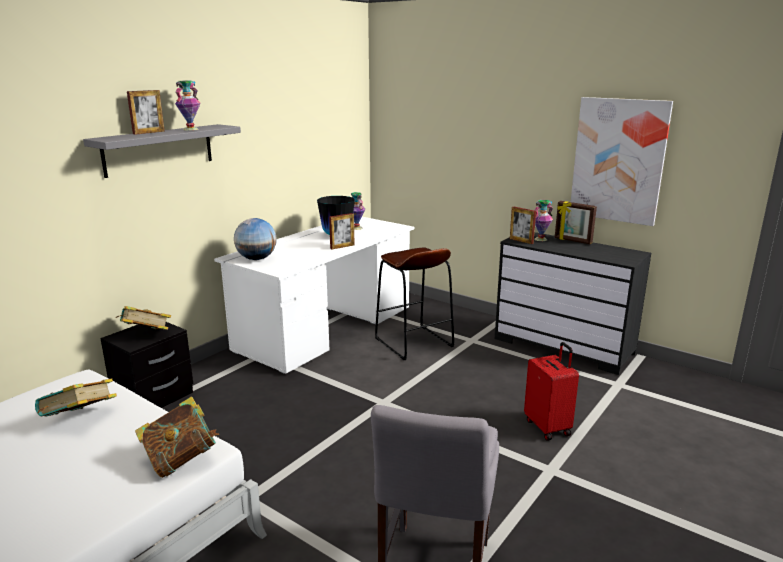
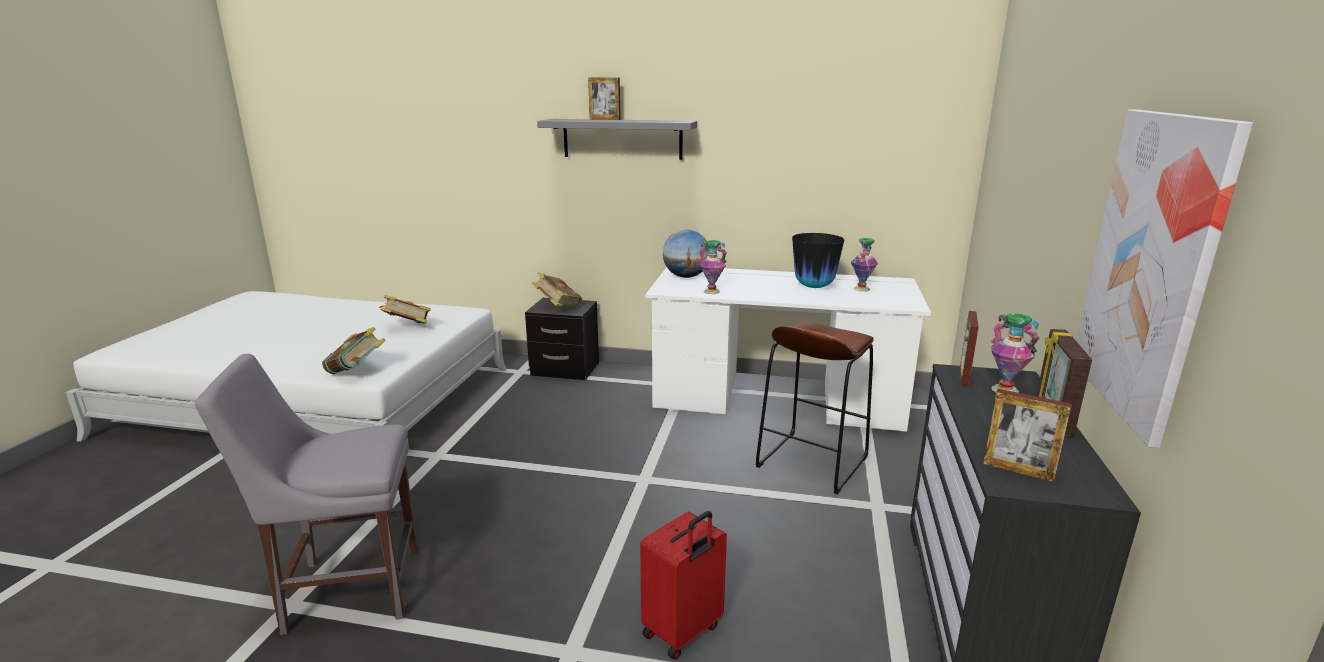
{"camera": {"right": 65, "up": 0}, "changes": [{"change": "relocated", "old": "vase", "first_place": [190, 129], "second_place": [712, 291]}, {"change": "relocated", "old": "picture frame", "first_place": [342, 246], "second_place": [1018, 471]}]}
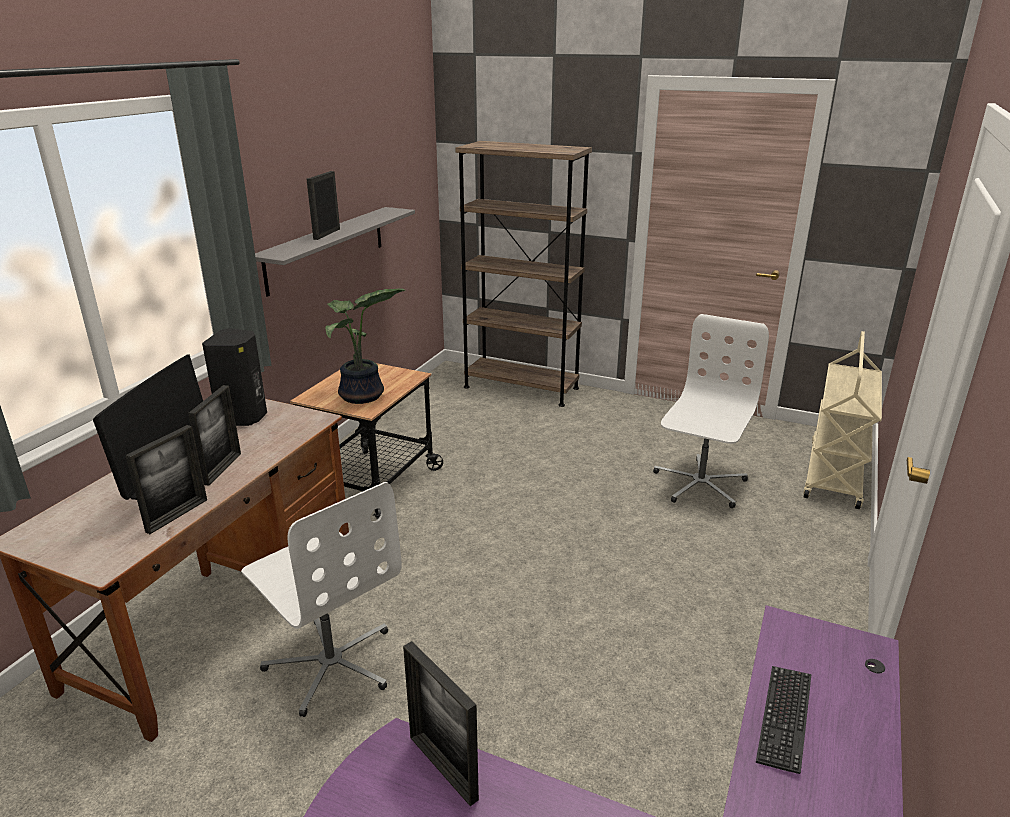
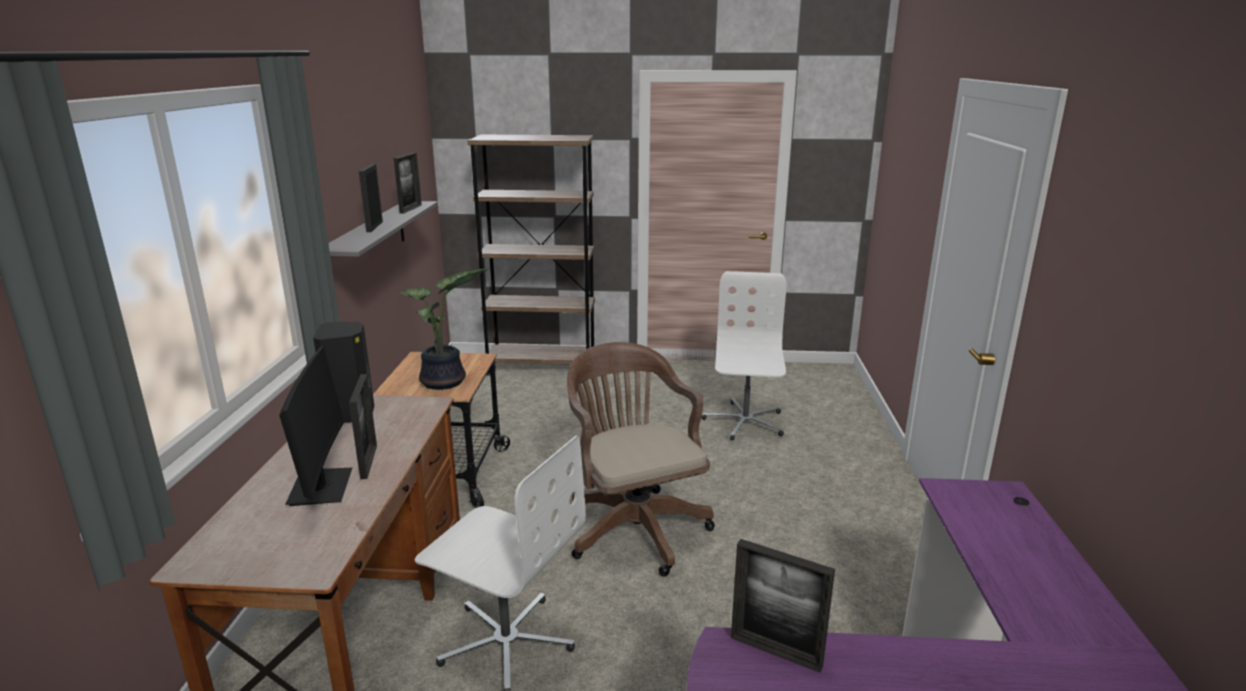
{"camera": {"right": -20, "up": -5}, "changes": [{"change": "missing", "old": "beige cart", "first_place": [834, 475]}, {"change": "relocated", "old": "picture frame", "first_place": [177, 515], "second_place": [410, 209]}, {"change": "missing", "old": "keyboard", "first_place": [784, 718]}, {"change": "appeared", "new": "brown office chair", "second_place": [633, 526]}]}
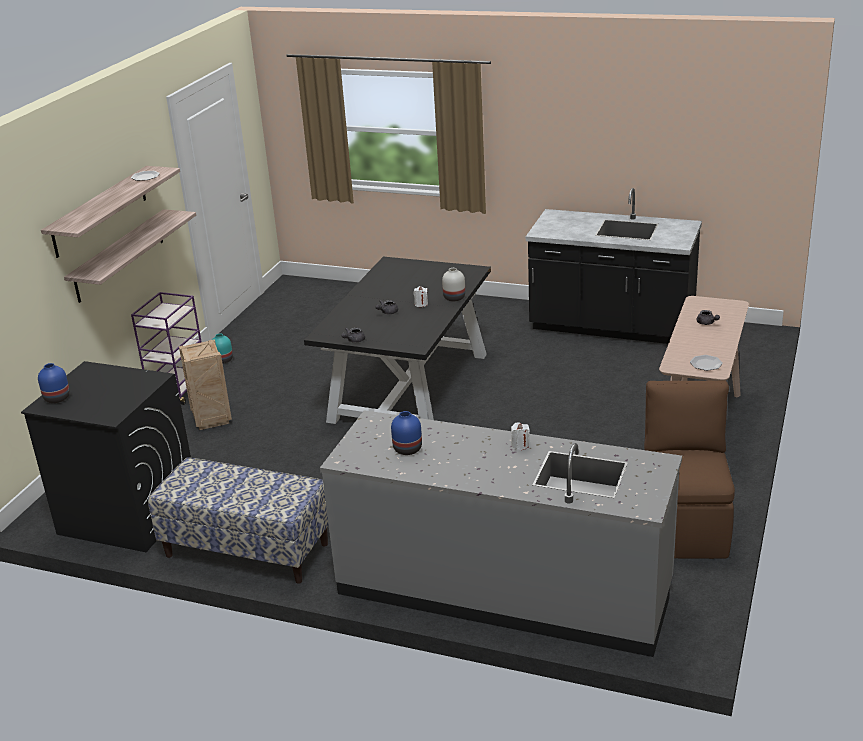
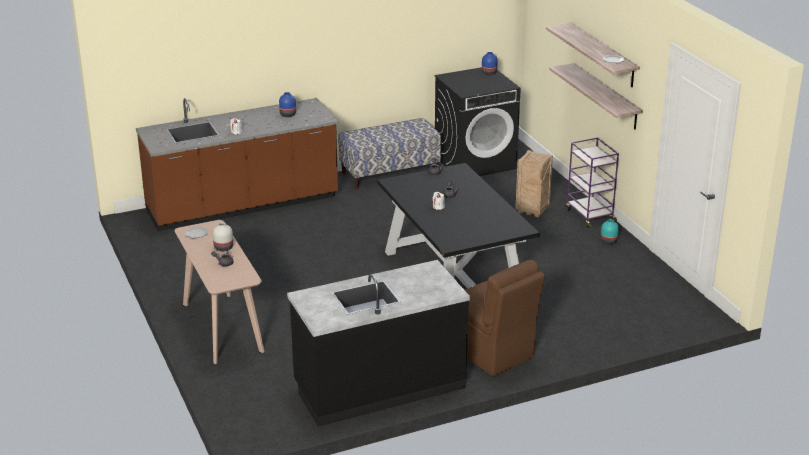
{"camera": {"right": 135, "up": 0}, "changes": [{"change": "relocated", "old": "white vase", "first_place": [454, 297], "second_place": [223, 248]}, {"change": "relocated", "old": "brown chair", "first_place": [684, 526], "second_place": [491, 352]}, {"change": "colour", "old": "grey counter", "new": "brown counter", "first_place": [503, 590], "second_place": [243, 205]}]}
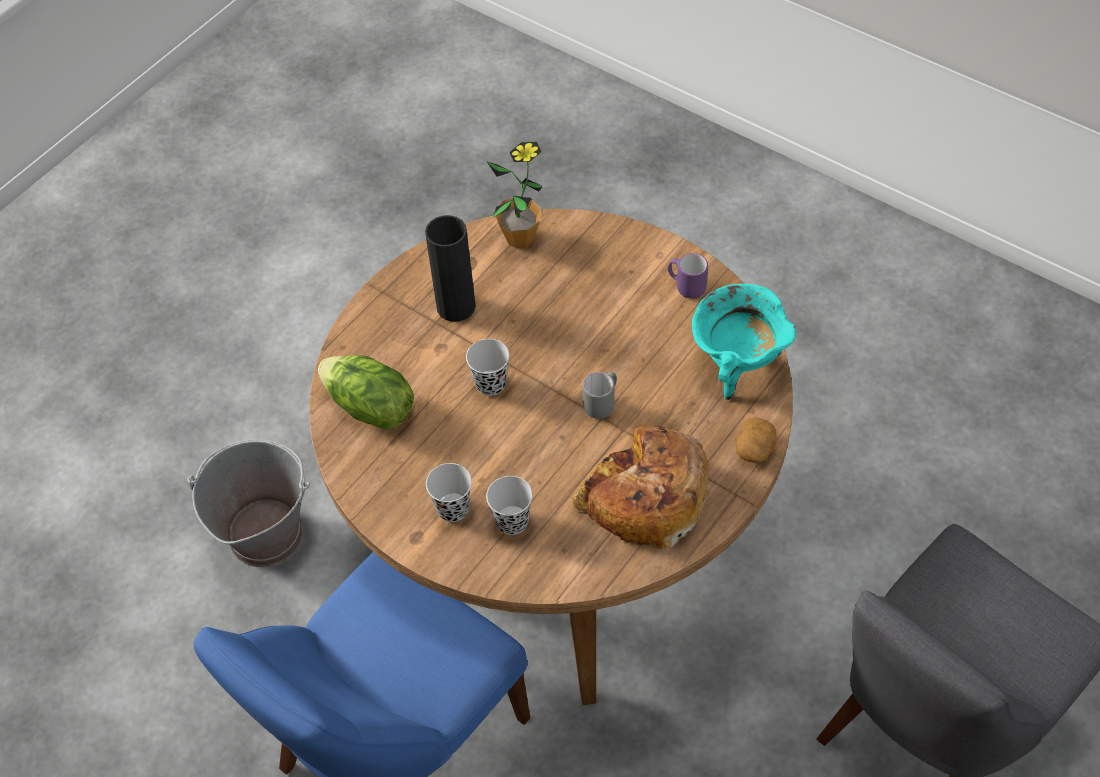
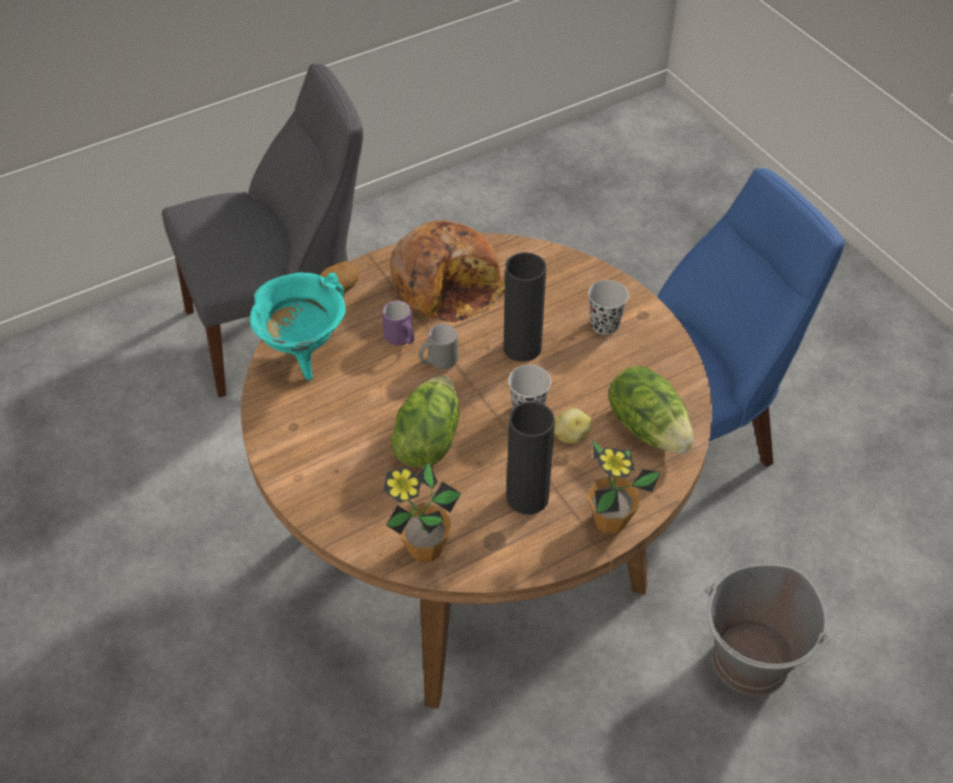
{"camera": {"right": -160, "up": -5}, "changes": [{"change": "relocated", "old": "purple mug", "first_place": [686, 286], "second_place": [401, 339]}, {"change": "missing", "old": "black cup", "first_place": [512, 521]}, {"change": "appeared", "new": "black vase", "second_place": [522, 347]}, {"change": "appeared", "new": "lettuce", "second_place": [427, 440]}, {"change": "appeared", "new": "potato", "second_place": [570, 435]}, {"change": "appeared", "new": "potted plant", "second_place": [610, 521]}]}
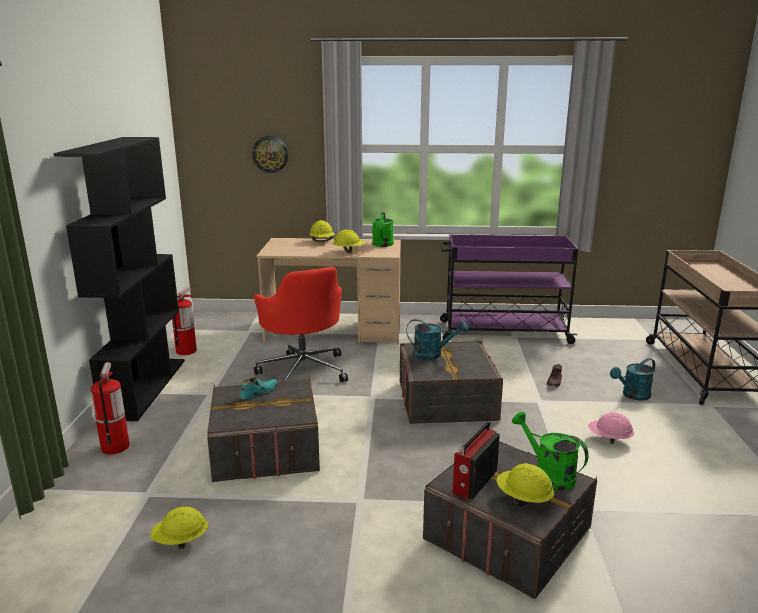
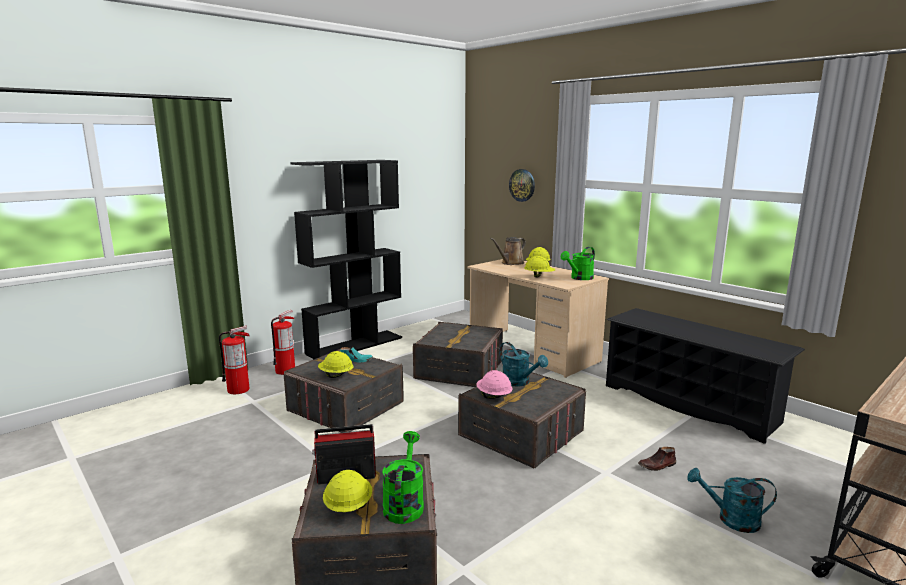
{"camera": {"right": 45, "up": -5}, "changes": [{"change": "exchanged", "old": "purple cart", "new": "black shoe rack", "first_place": [502, 332], "second_place": [689, 403]}, {"change": "exchanged", "old": "red office chair", "new": "grey storage box", "first_place": [303, 370], "second_place": [459, 370]}, {"change": "relocated", "old": "fire extinguisher", "first_place": [186, 351], "second_place": [238, 390]}, {"change": "relocated", "old": "pink hard hat", "first_place": [609, 439], "second_place": [493, 396]}, {"change": "relocated", "old": "yellow hard hat", "first_place": [180, 541], "second_place": [336, 375]}, {"change": "appeared", "new": "brown watering can", "second_place": [511, 263]}]}
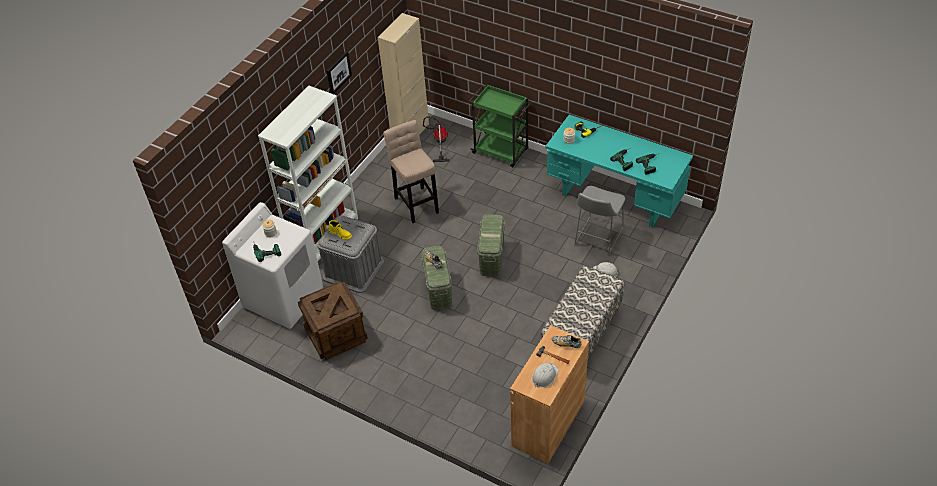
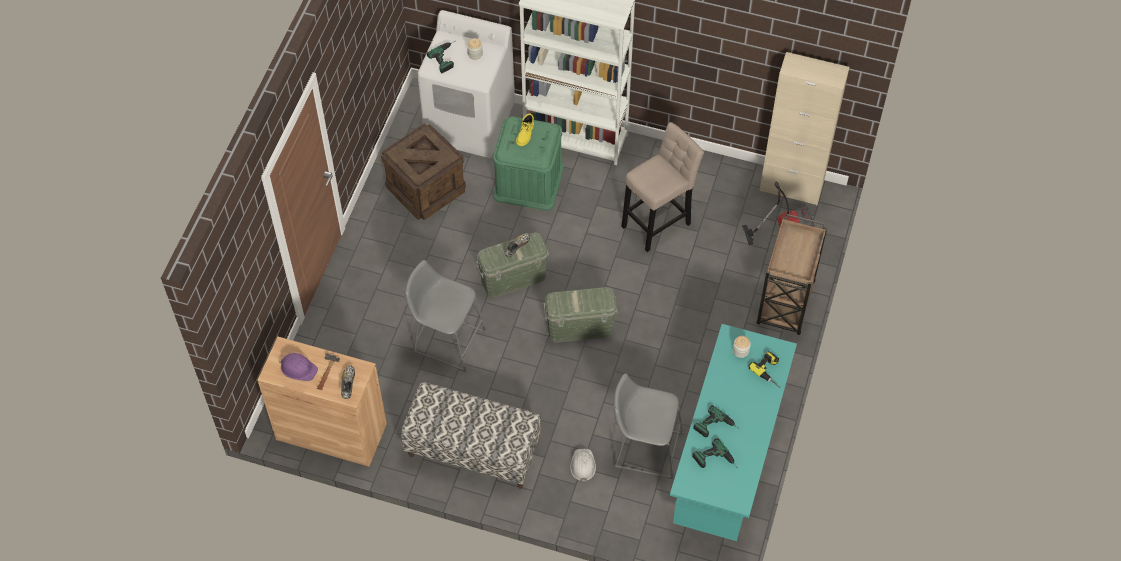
{"camera": {"right": 75, "up": 10}, "changes": [{"change": "missing", "old": "picture", "first_place": [338, 72]}, {"change": "colour", "old": "green cart", "new": "brown cart", "first_place": [501, 151], "second_place": [785, 304]}, {"change": "colour", "old": "grey storage box", "new": "green storage box", "first_place": [353, 270], "second_place": [528, 181]}, {"change": "colour", "old": "white hard hat", "new": "purple hard hat", "first_place": [544, 376], "second_place": [298, 368]}, {"change": "appeared", "new": "grey stool", "second_place": [446, 340]}]}
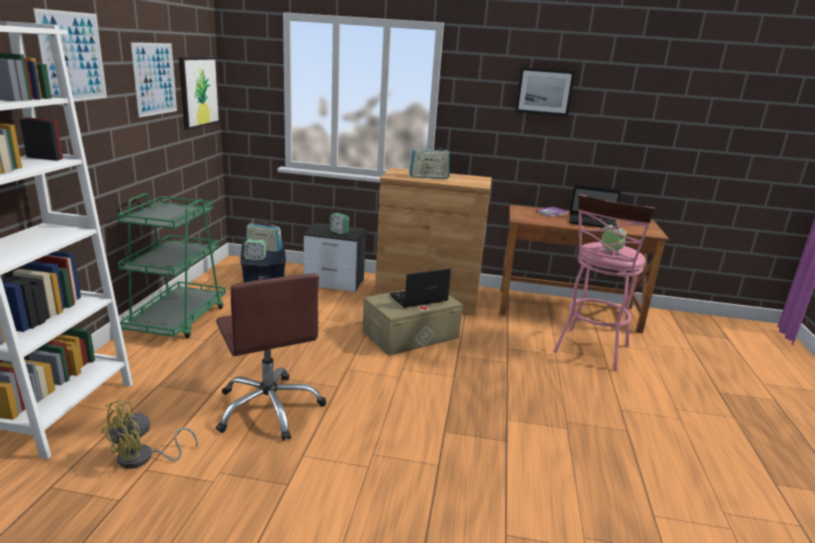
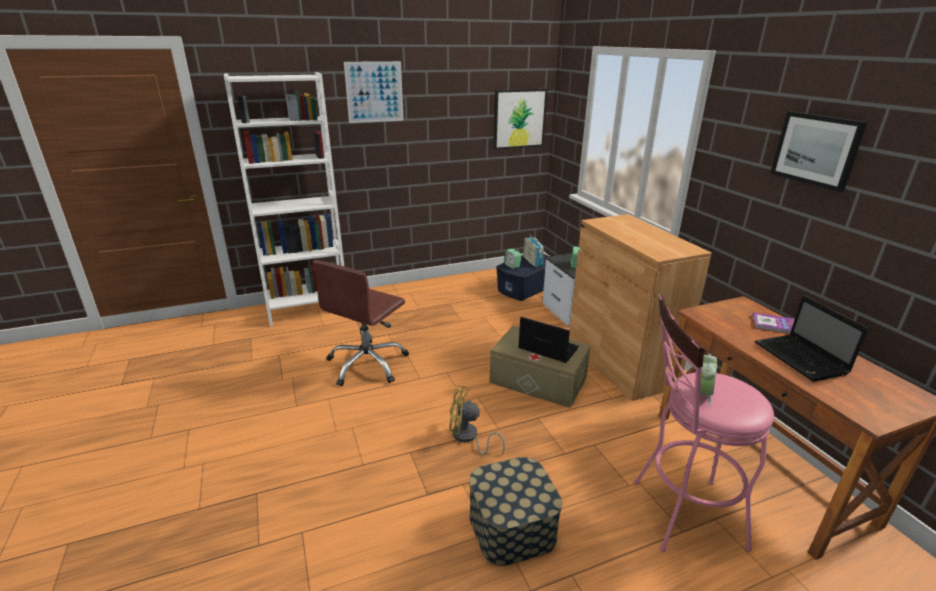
{"camera": {"right": 60, "up": 5}, "changes": [{"change": "missing", "old": "picture", "first_place": [155, 79]}, {"change": "missing", "old": "radio", "first_place": [429, 177]}, {"change": "missing", "old": "green cart", "first_place": [178, 320]}, {"change": "relocated", "old": "yellow fan", "first_place": [143, 458], "second_place": [468, 438]}, {"change": "appeared", "new": "storage box", "second_place": [512, 527]}]}
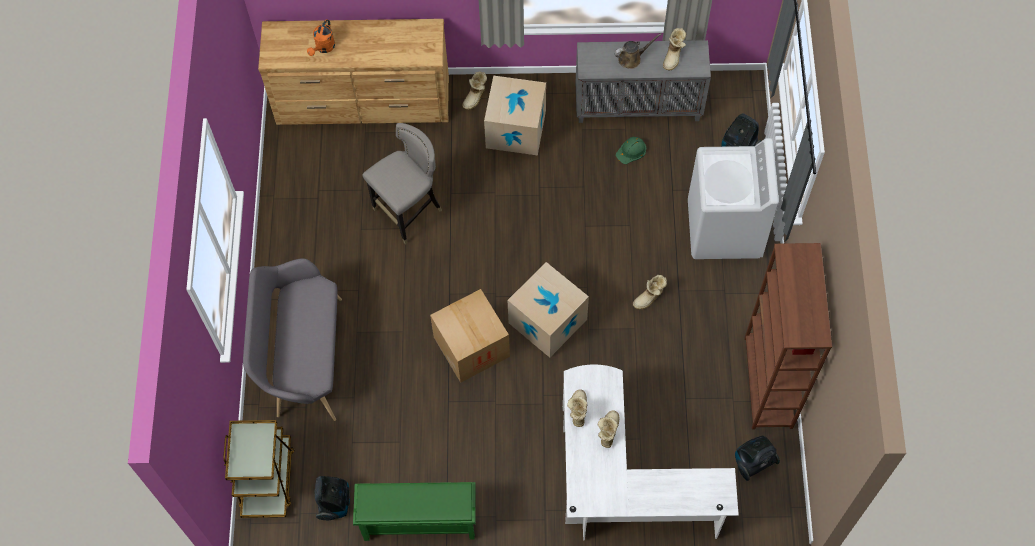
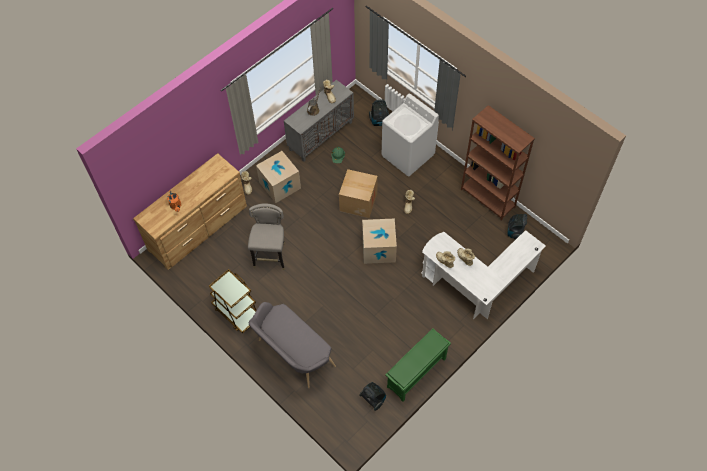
{"camera": {"right": -45, "up": -5}, "changes": [{"change": "relocated", "old": "cardboard box", "first_place": [471, 347], "second_place": [358, 202]}, {"change": "relocated", "old": "brown cart", "first_place": [267, 479], "second_place": [237, 312]}]}
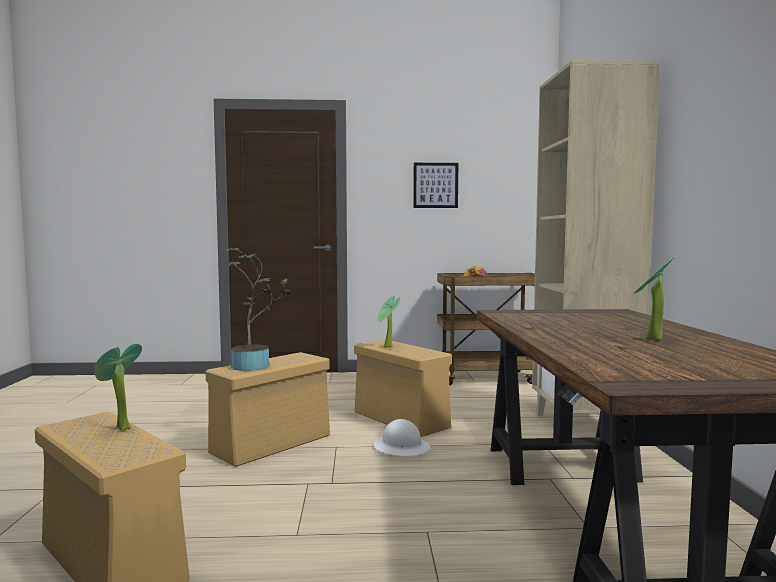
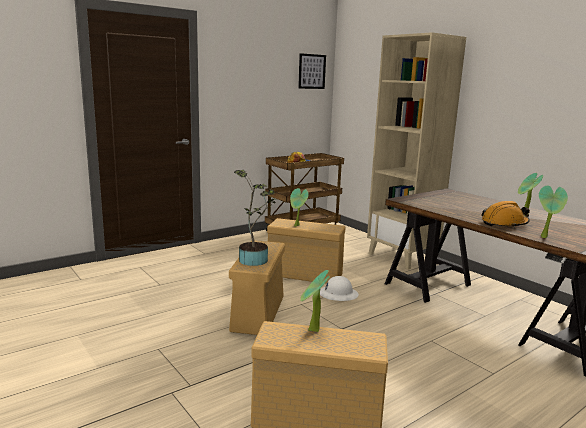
{"camera": {"right": -35, "up": 10}, "changes": [{"change": "relocated", "old": "picture", "first_place": [435, 185], "second_place": [312, 71]}, {"change": "appeared", "new": "potted plant", "second_place": [545, 237]}, {"change": "appeared", "new": "orange hard hat", "second_place": [504, 223]}]}
